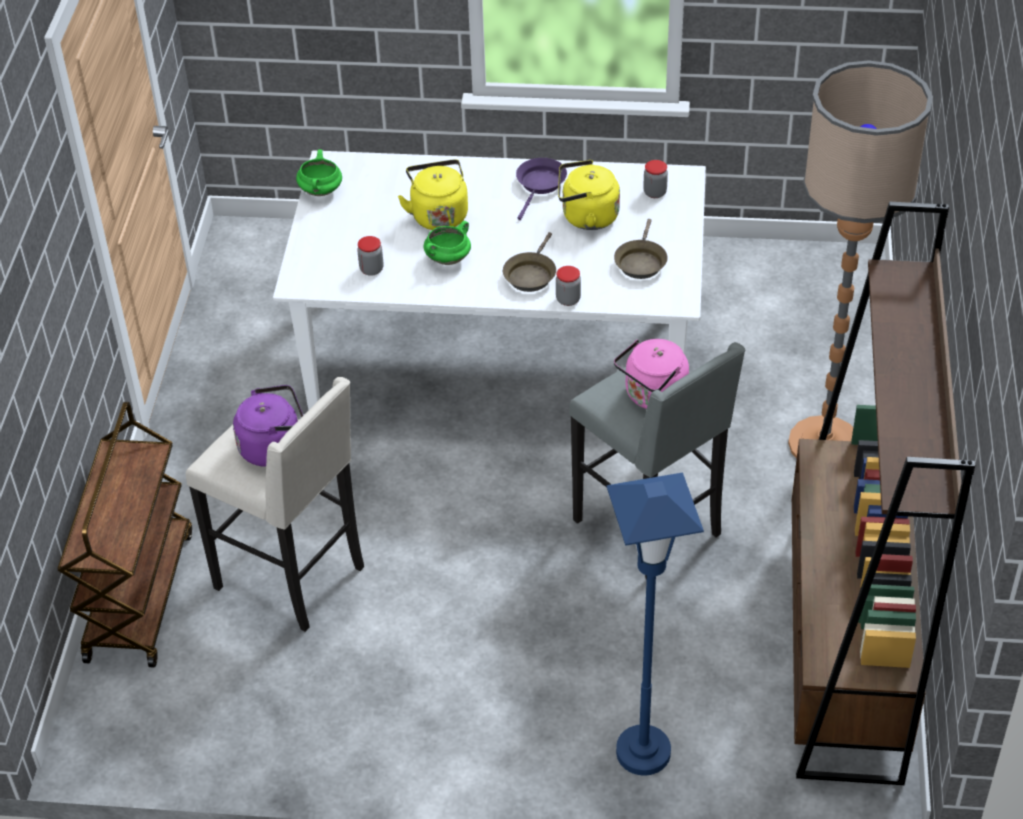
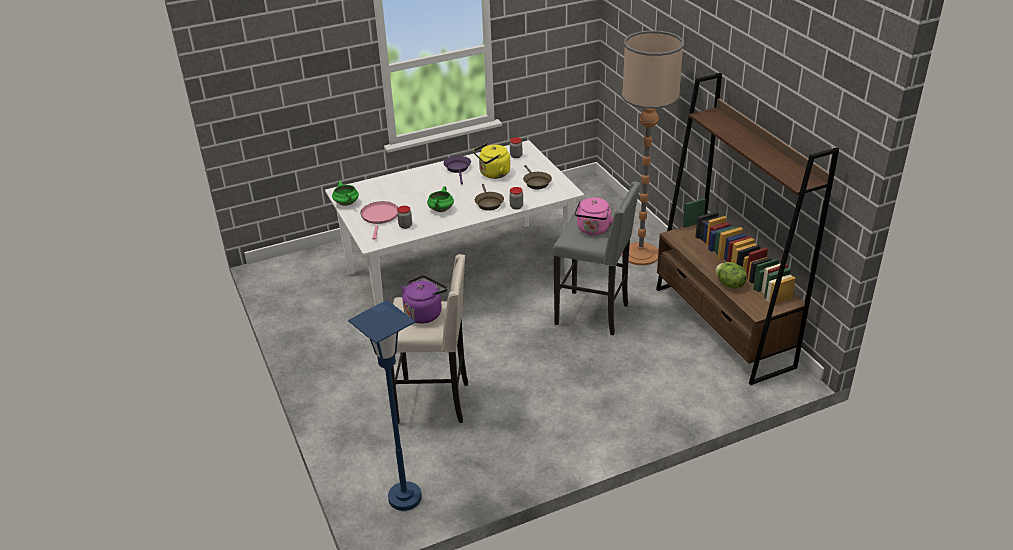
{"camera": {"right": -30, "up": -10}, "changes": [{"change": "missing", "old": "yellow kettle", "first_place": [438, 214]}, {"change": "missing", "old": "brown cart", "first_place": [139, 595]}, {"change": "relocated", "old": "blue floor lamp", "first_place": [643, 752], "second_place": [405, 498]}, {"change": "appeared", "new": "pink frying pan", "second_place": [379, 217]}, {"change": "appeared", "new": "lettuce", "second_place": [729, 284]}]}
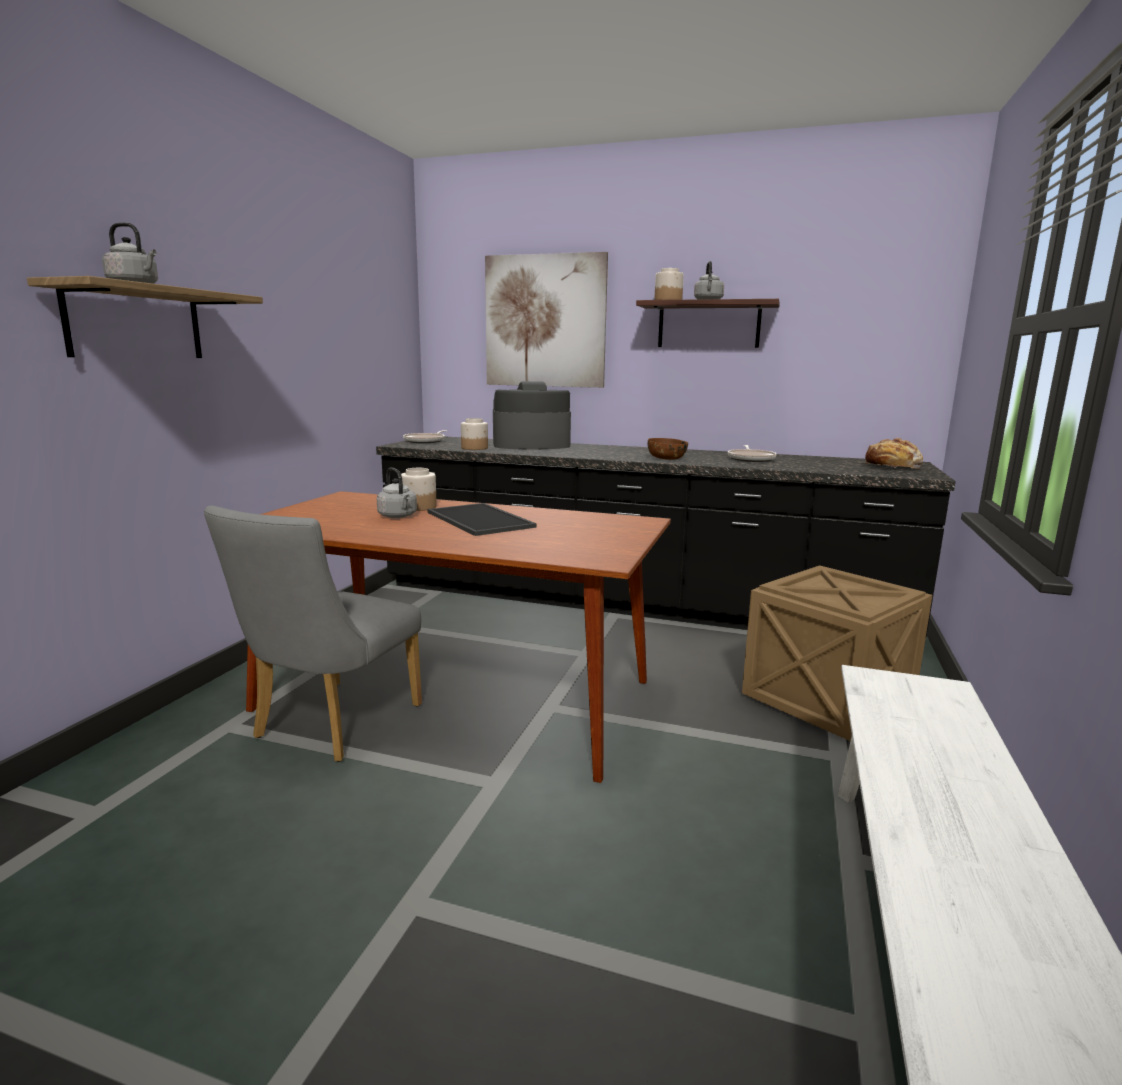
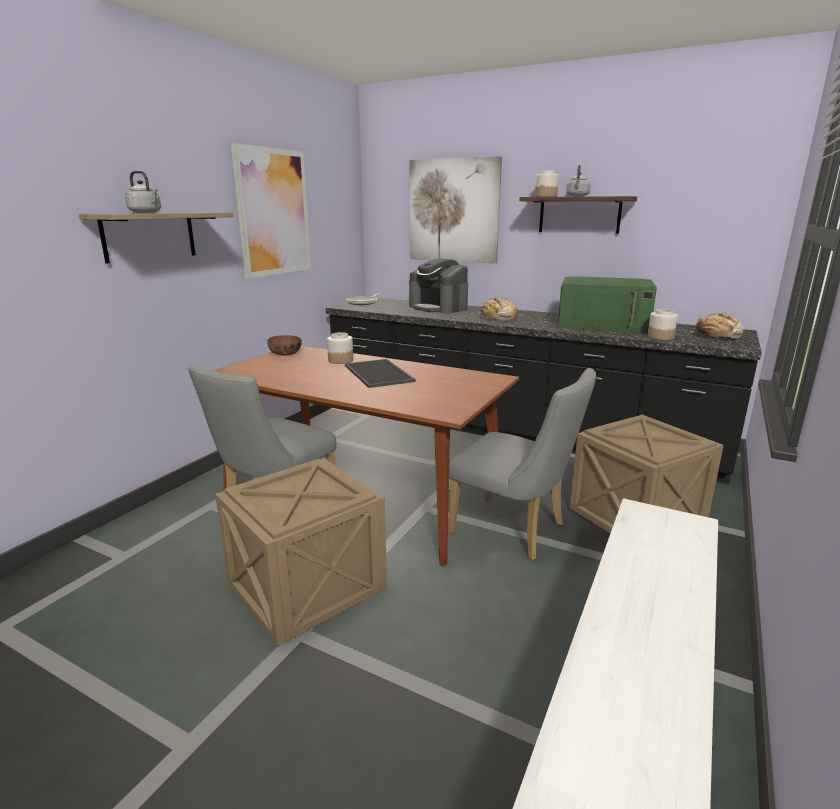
{"camera": {"right": 10, "up": 5}, "changes": [{"change": "spun", "old": "coffee machine", "first_place": [531, 445], "second_place": [438, 308], "degrees": -135}, {"change": "relocated", "old": "jar", "first_place": [475, 448], "second_place": [660, 337]}, {"change": "relocated", "old": "brown bowl", "first_place": [667, 458], "second_place": [285, 353]}, {"change": "exchanged", "old": "frying pan", "new": "green microwave", "first_place": [751, 459], "second_place": [603, 325]}, {"change": "missing", "old": "grey kettle", "first_place": [398, 516]}, {"change": "appeared", "new": "picture", "second_place": [273, 212]}, {"change": "appeared", "new": "bread", "second_place": [498, 317]}, {"change": "appeared", "new": "grey chair", "second_place": [515, 531]}, {"change": "appeared", "new": "crate", "second_place": [305, 589]}]}
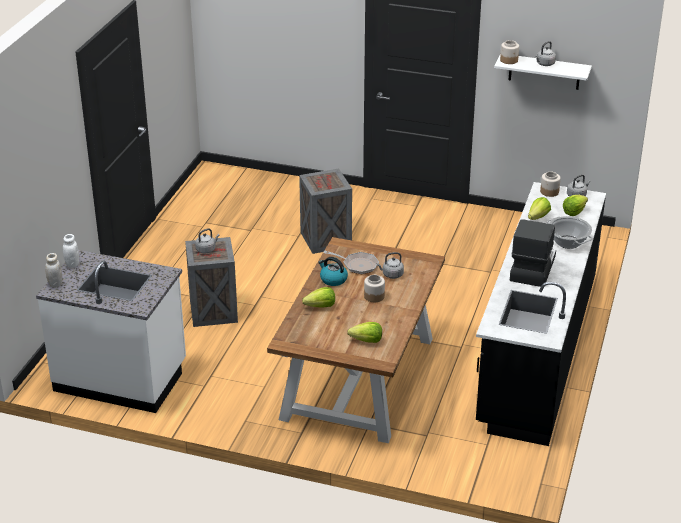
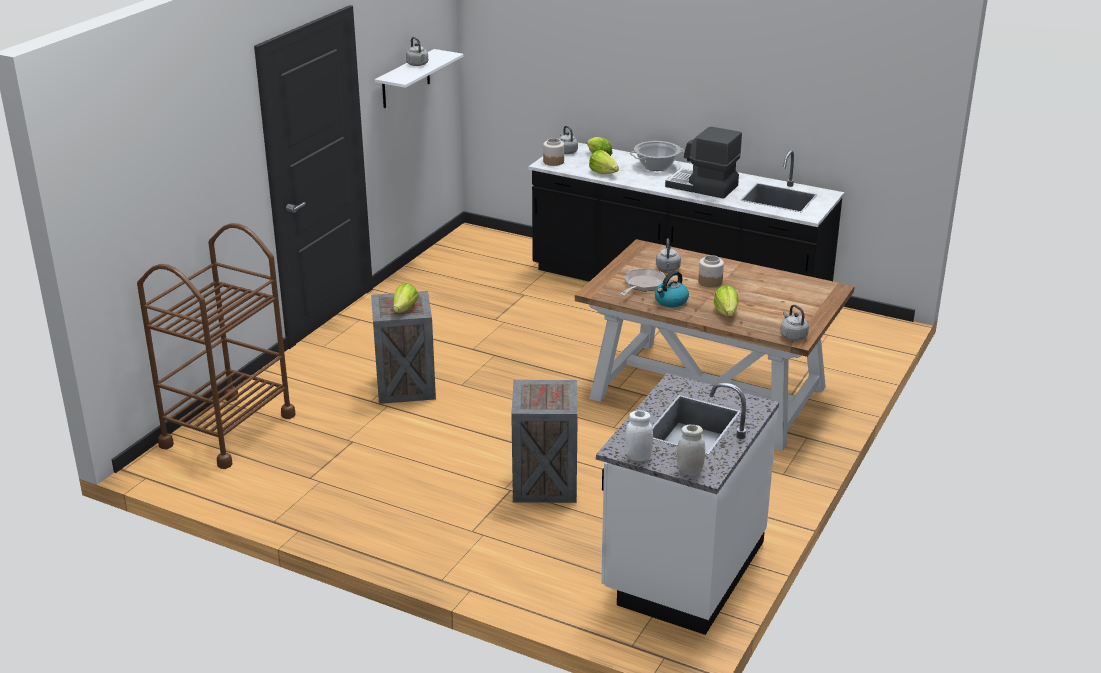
{"camera": {"right": -80, "up": -5}, "changes": [{"change": "missing", "old": "jar", "first_place": [509, 60]}, {"change": "relocated", "old": "grey kettle", "first_place": [206, 249], "second_place": [792, 336]}, {"change": "relocated", "old": "lettuce", "first_place": [366, 341], "second_place": [404, 309]}, {"change": "appeared", "new": "brown cart", "second_place": [228, 430]}]}
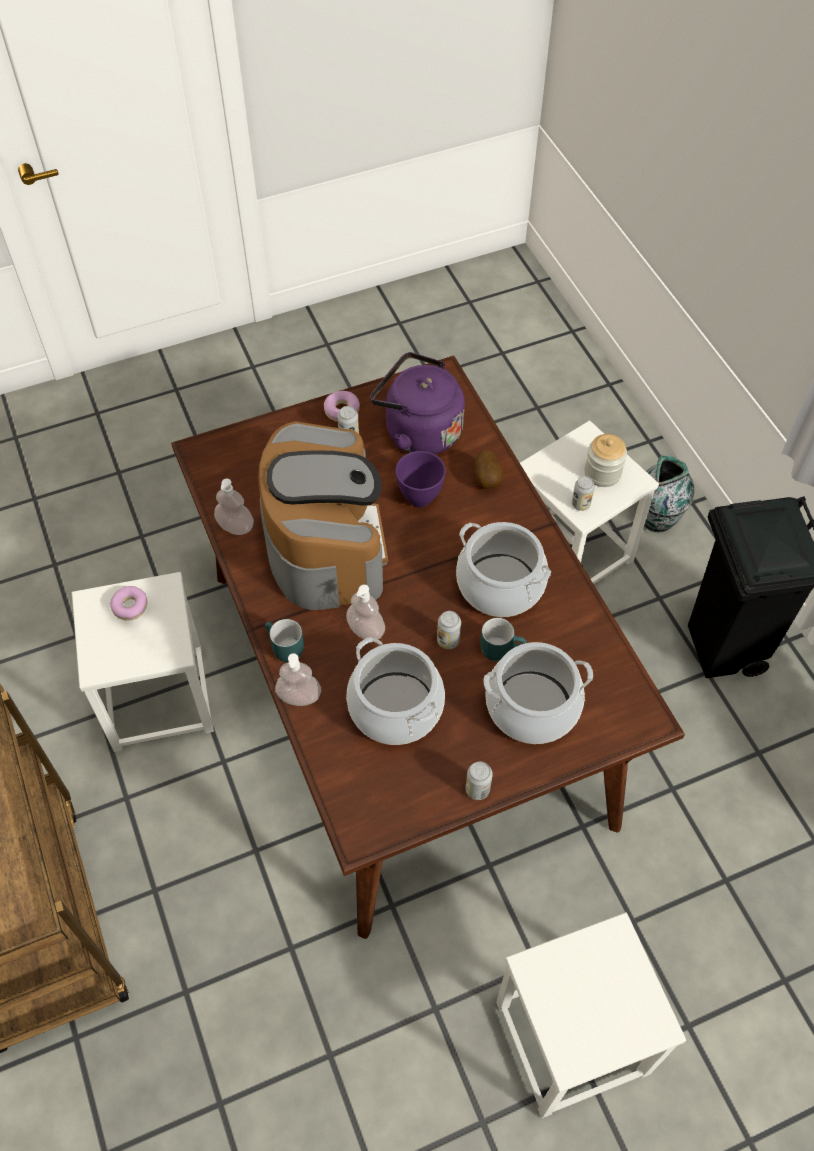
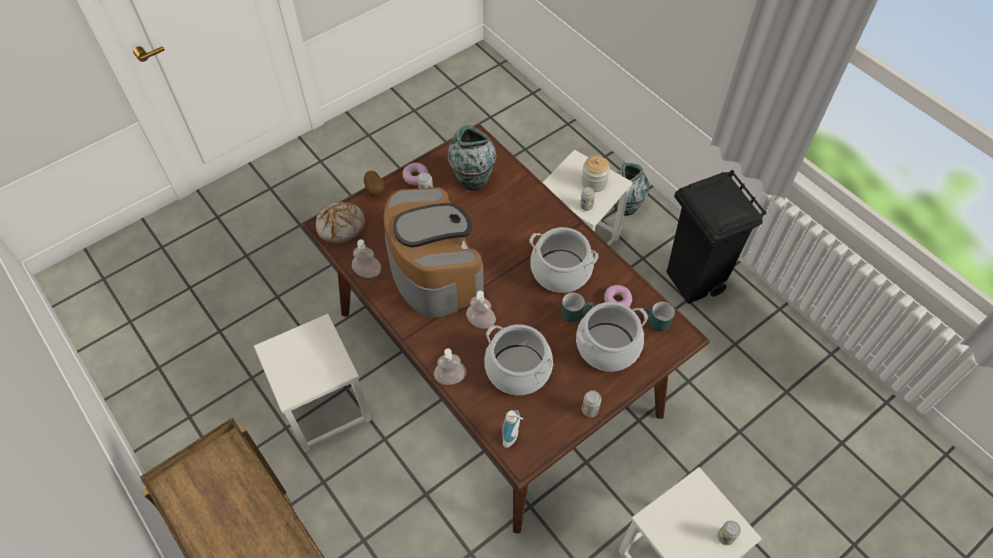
{"camera": {"right": -15, "up": 0}, "changes": [{"change": "exchanged", "old": "purple kettle", "new": "vase", "first_place": [418, 431], "second_place": [472, 179]}, {"change": "relocated", "old": "potato", "first_place": [487, 480], "second_place": [376, 190]}, {"change": "missing", "old": "purple bowl", "first_place": [421, 498]}, {"change": "relocated", "old": "donut", "first_place": [130, 606], "second_place": [617, 300]}, {"change": "relocated", "old": "can", "first_place": [448, 640], "second_place": [725, 537]}, {"change": "relocated", "old": "turquoise mug", "first_place": [283, 649], "second_place": [655, 323]}, {"change": "appeared", "new": "bread", "second_place": [341, 226]}, {"change": "appeared", "new": "soap dispenser", "second_place": [513, 438]}]}
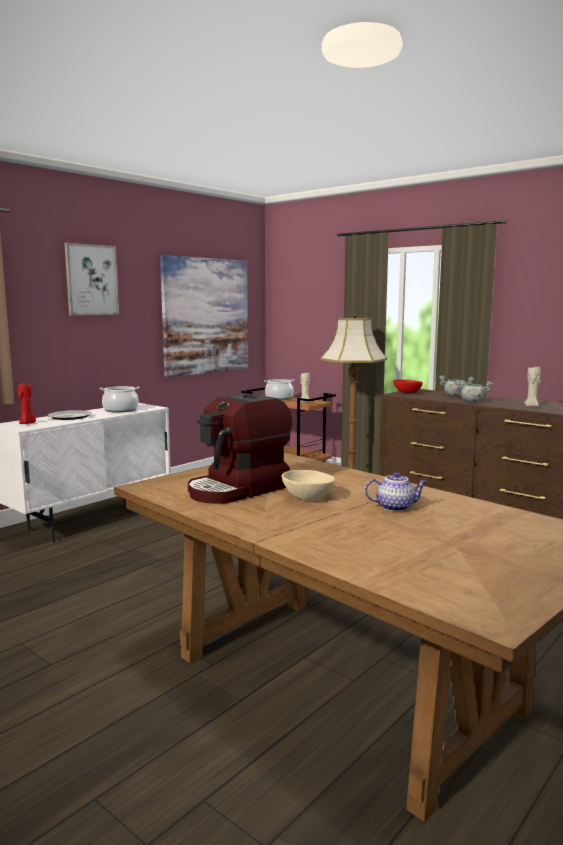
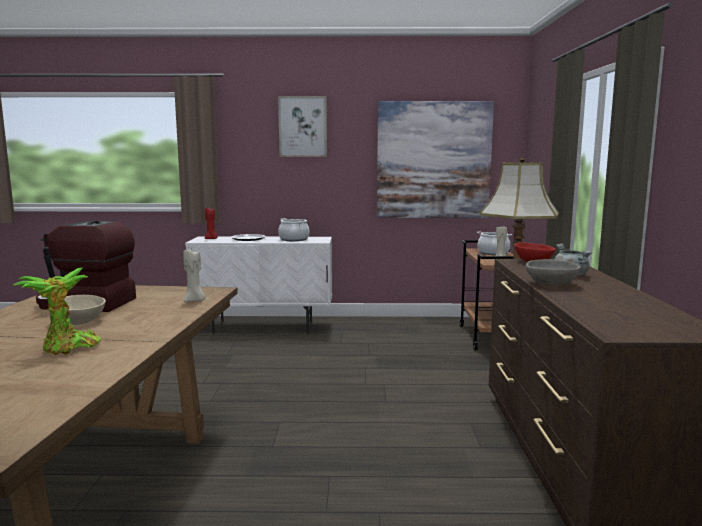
{"camera": {"right": 50, "up": 0}, "changes": [{"change": "relocated", "old": "beige candle", "first_place": [532, 406], "second_place": [195, 301]}, {"change": "exchanged", "old": "grey cooking pot", "new": "grey bowl", "first_place": [472, 401], "second_place": [550, 284]}, {"change": "exchanged", "old": "teapot", "new": "potted plant", "first_place": [395, 507], "second_place": [67, 348]}]}
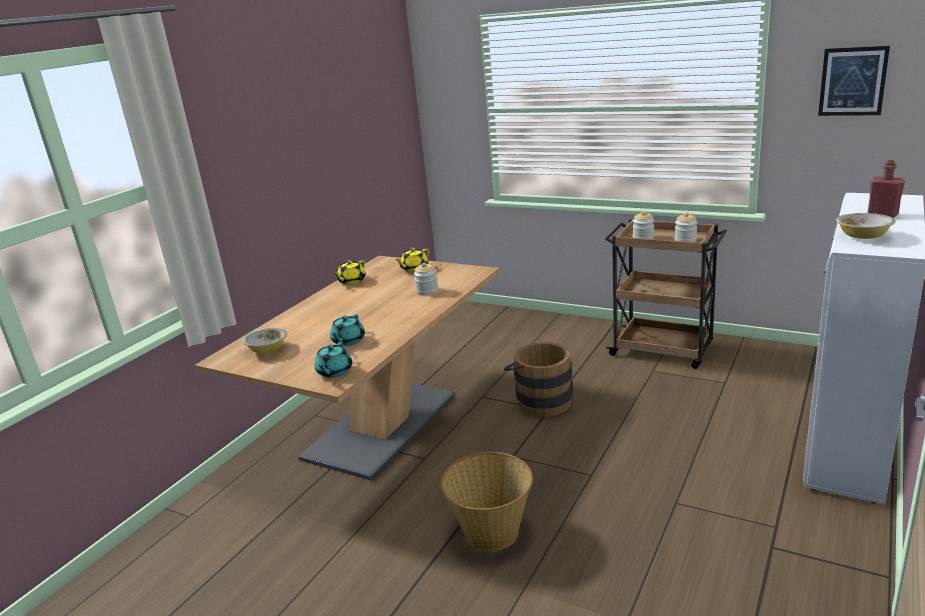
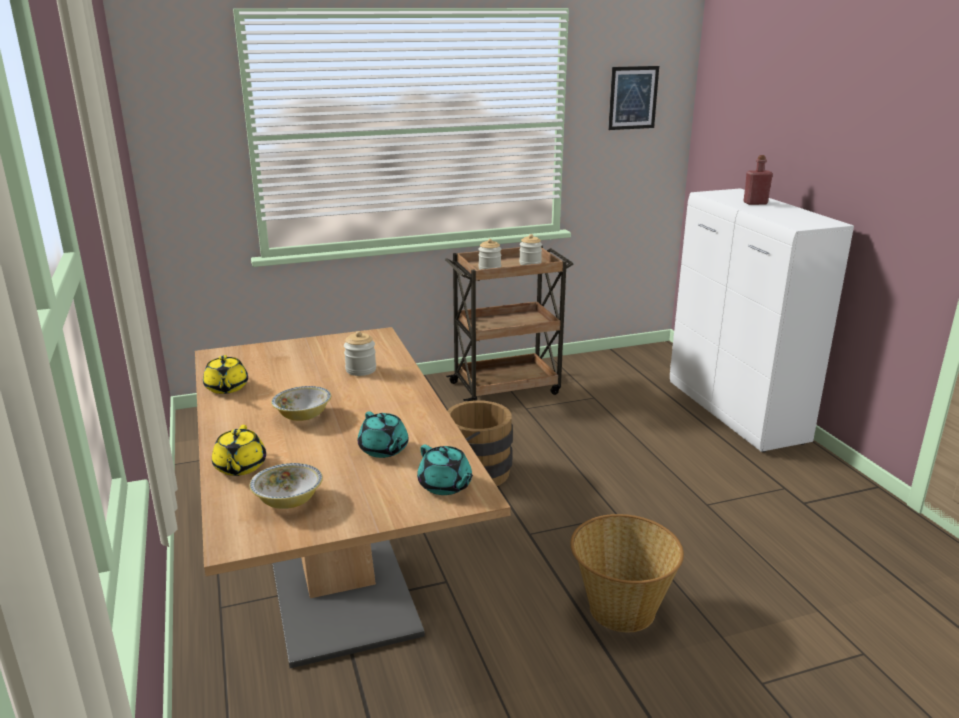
{"camera": {"right": -50, "up": 0}, "changes": [{"change": "relocated", "old": "bowl", "first_place": [863, 236], "second_place": [303, 416]}, {"change": "relocated", "old": "yellow teapot", "first_place": [414, 269], "second_place": [240, 467]}]}
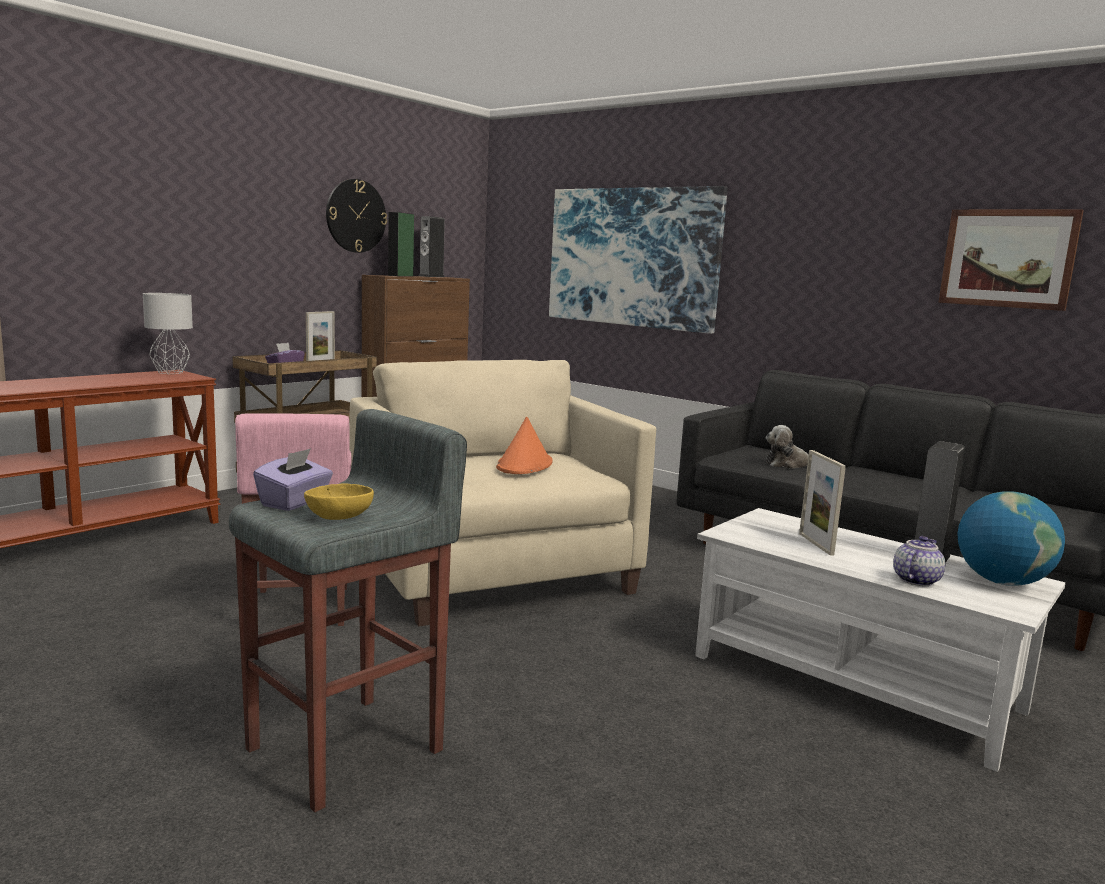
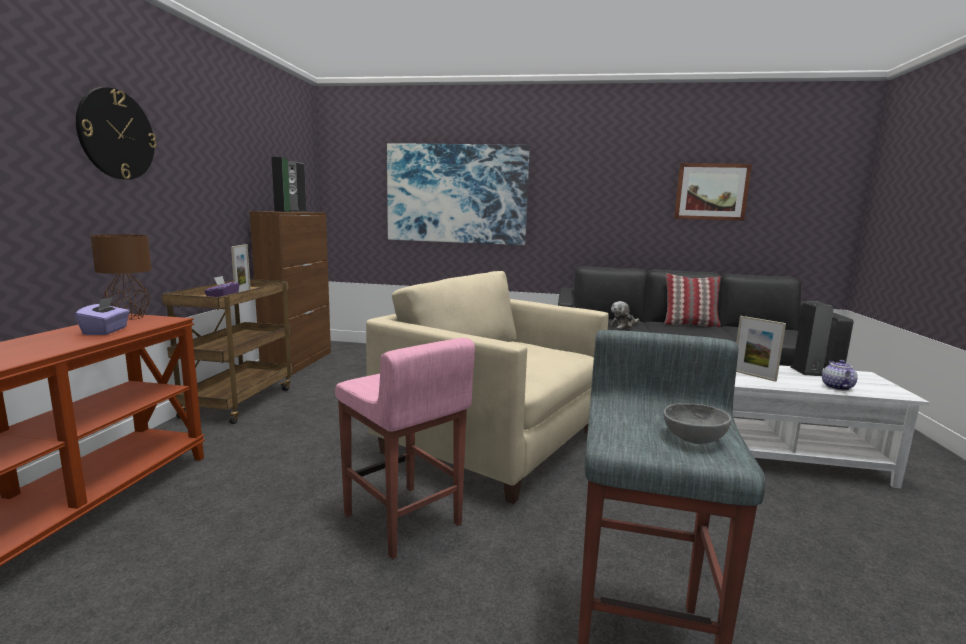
{"camera": {"right": -30, "up": 0}, "changes": [{"change": "relocated", "old": "wall clock", "first_place": [355, 216], "second_place": [116, 134]}, {"change": "colour", "old": "grey table lamp", "new": "brown table lamp", "first_place": [170, 372], "second_place": [129, 318]}, {"change": "missing", "old": "orange hat", "first_place": [524, 465]}, {"change": "relocated", "old": "purple tissue box", "first_place": [295, 502], "second_place": [106, 331]}, {"change": "colour", "old": "yellow bowl", "new": "grey bowl", "first_place": [338, 517], "second_place": [692, 438]}, {"change": "missing", "old": "globe", "first_place": [1001, 582]}, {"change": "appeared", "new": "pillow", "second_place": [689, 324]}]}
